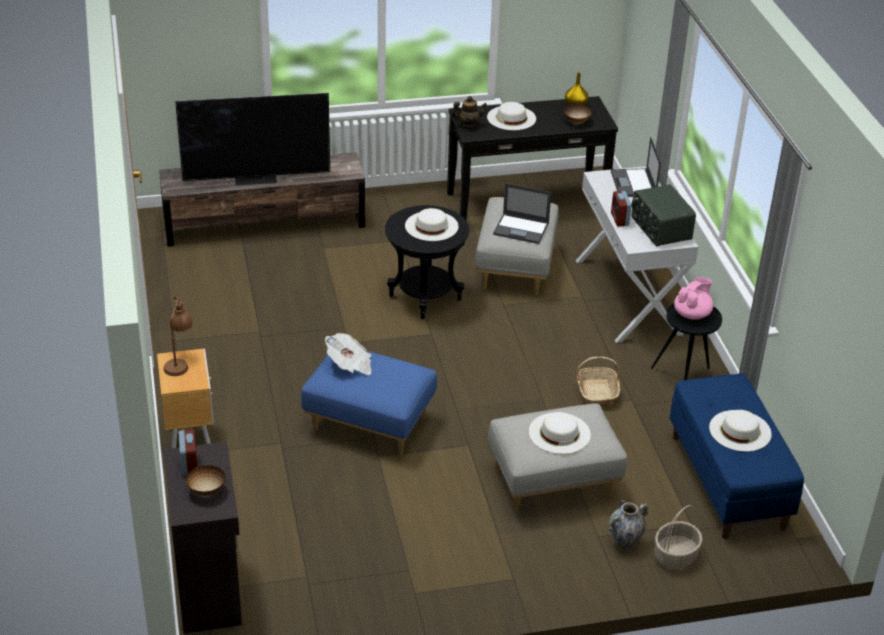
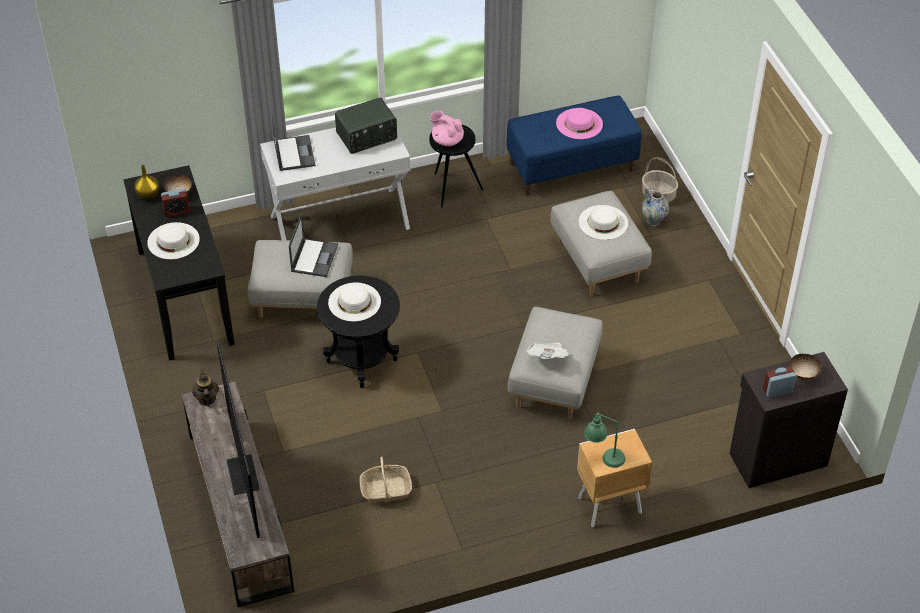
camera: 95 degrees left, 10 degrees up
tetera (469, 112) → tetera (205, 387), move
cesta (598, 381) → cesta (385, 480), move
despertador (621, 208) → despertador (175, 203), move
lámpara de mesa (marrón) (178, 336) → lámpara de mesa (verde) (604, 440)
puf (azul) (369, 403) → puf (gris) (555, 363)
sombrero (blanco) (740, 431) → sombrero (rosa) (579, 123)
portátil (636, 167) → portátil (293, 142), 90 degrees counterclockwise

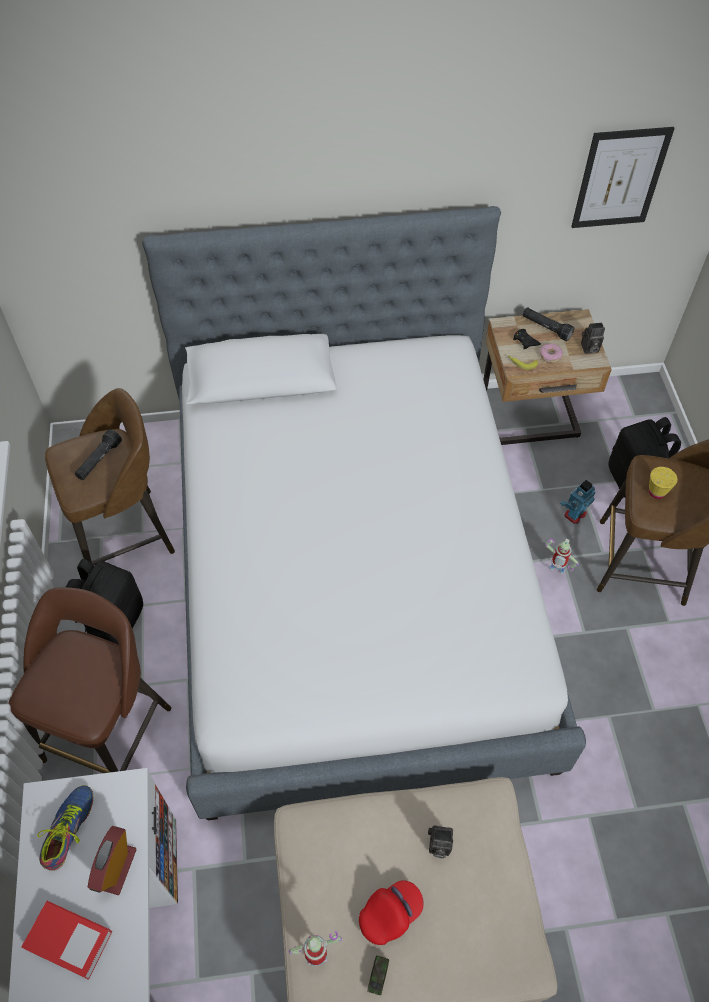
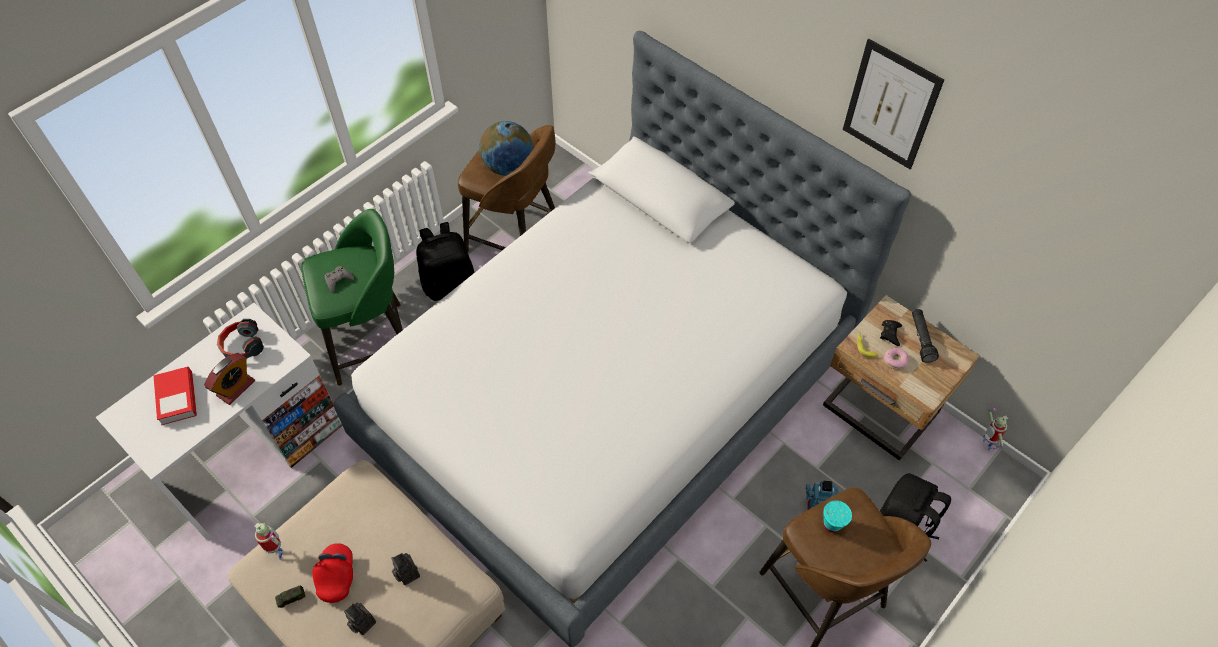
camera: 50 degrees right, 0 degrees up
- → mando de consola (gris) (339, 279)
robot de juguete (562, 556) → robot de juguete (995, 429), move
cuadro (622, 177) → cuadro (893, 104), move
cámara (593, 338) → cámara (360, 619), move
zapato (65, 828) → auriculares (240, 339)
linterna (negro) (98, 454) → globo terráqueo (506, 148)
taburete (marrón) (89, 680) → taburete (verde) (352, 297)
taza (amarillo) (663, 483) → taza (turquesa) (837, 516)
despertador (112, 860) → despertador (229, 379), 150 degrees clockwise
gorra (rojo) (391, 912) → gorra (rojo) (333, 573), 105 degrees counterclockwise

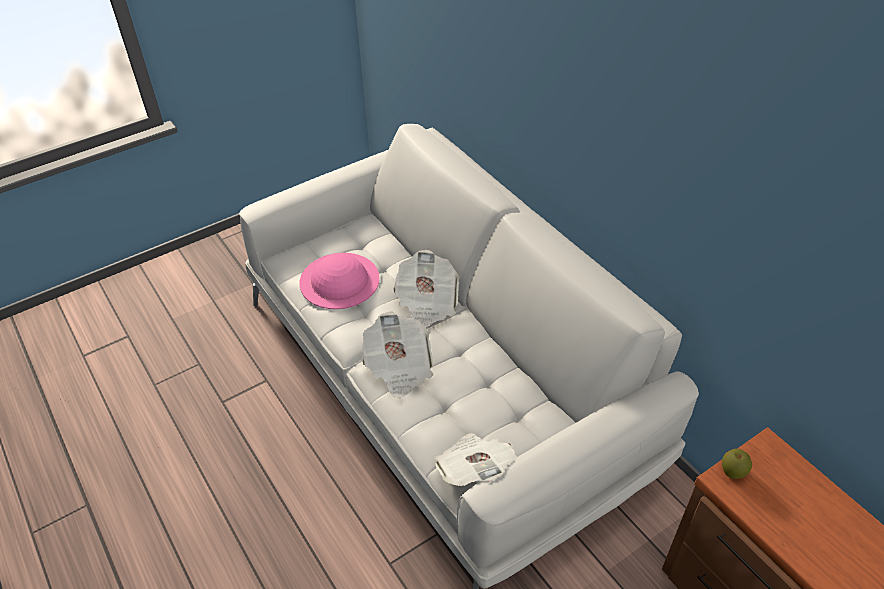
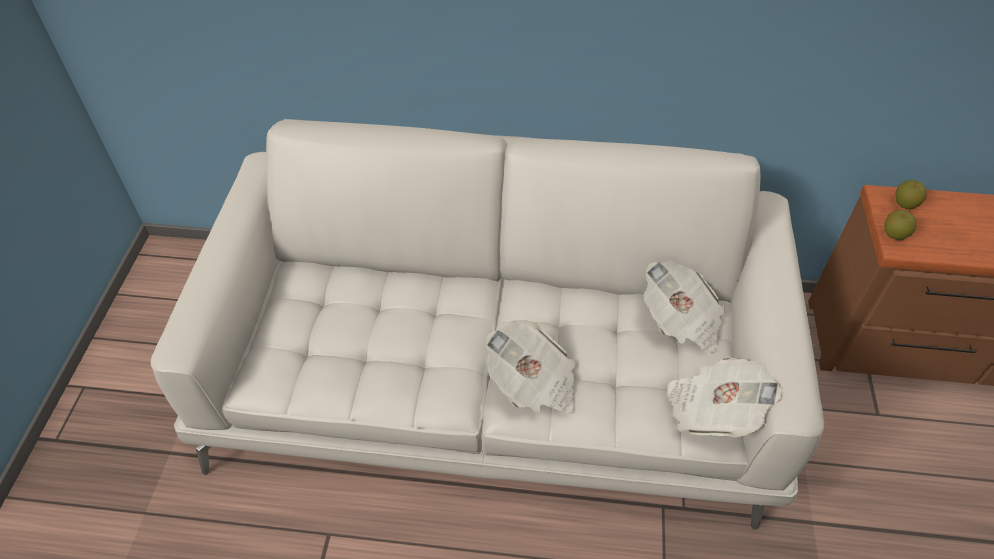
camera: 50 degrees left, 5 degrees up
sombrero (rosa) (340, 281) → -
- → manzana (911, 195)
periódico (426, 288) → periódico (684, 306), move

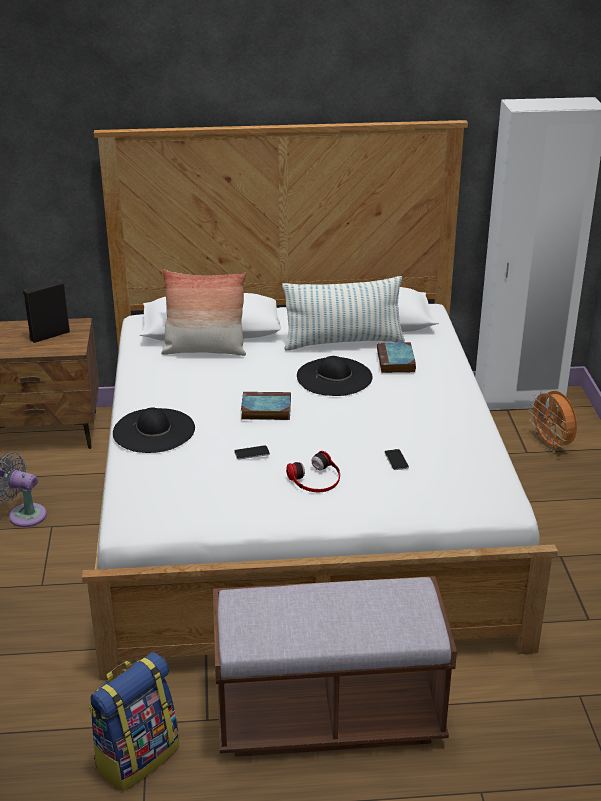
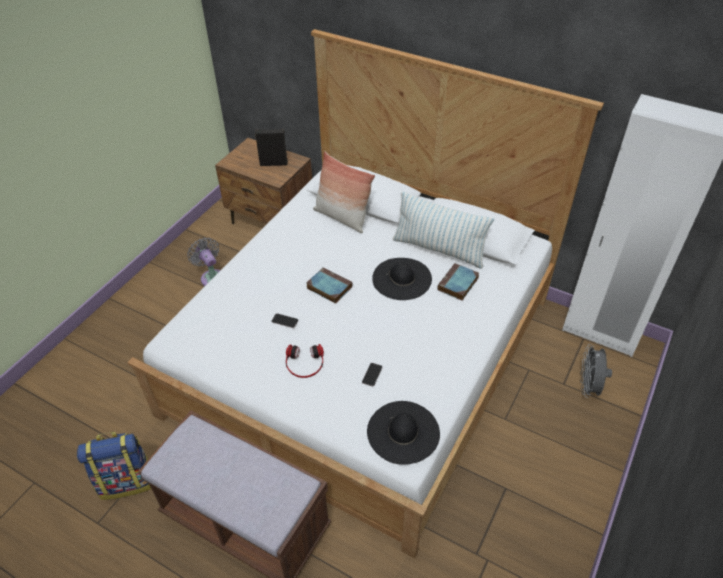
camera: 35 degrees right, 15 degrees up
sombrero (negro) (154, 430) → sombrero (negro) (403, 433), move
ventilador (naranja) (552, 420) → ventilador (gris) (596, 371)

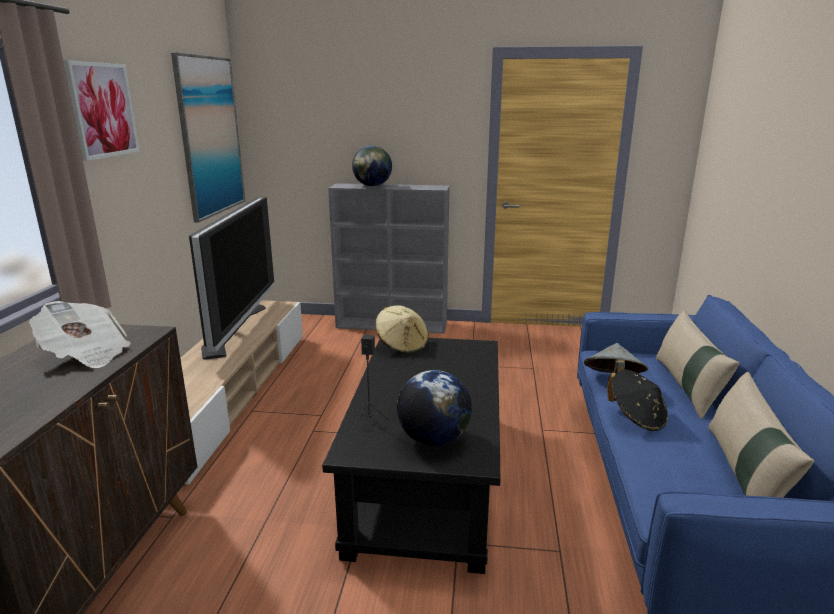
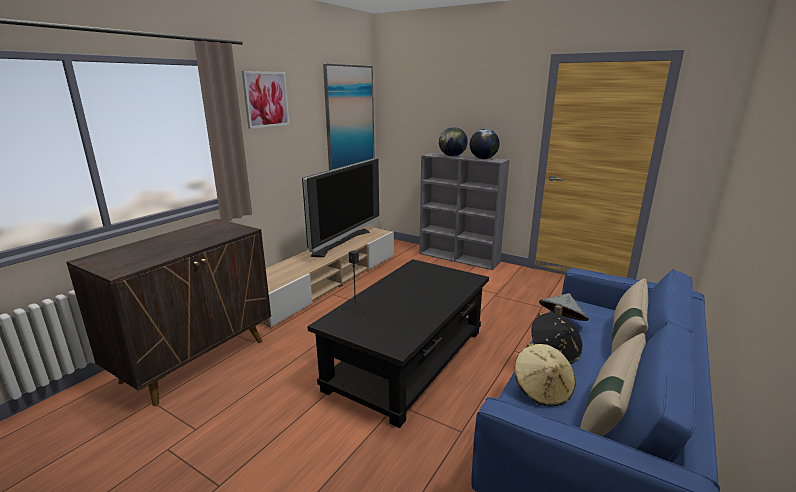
camera: 25 degrees right, 0 degrees up
periódico (80, 334) → -
sombrero (beis) (402, 330) → sombrero (beis) (545, 375), move
globo terráqueo (434, 408) → globo terráqueo (485, 144), move

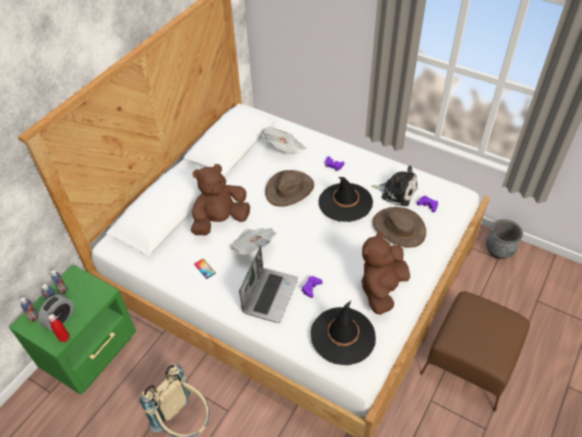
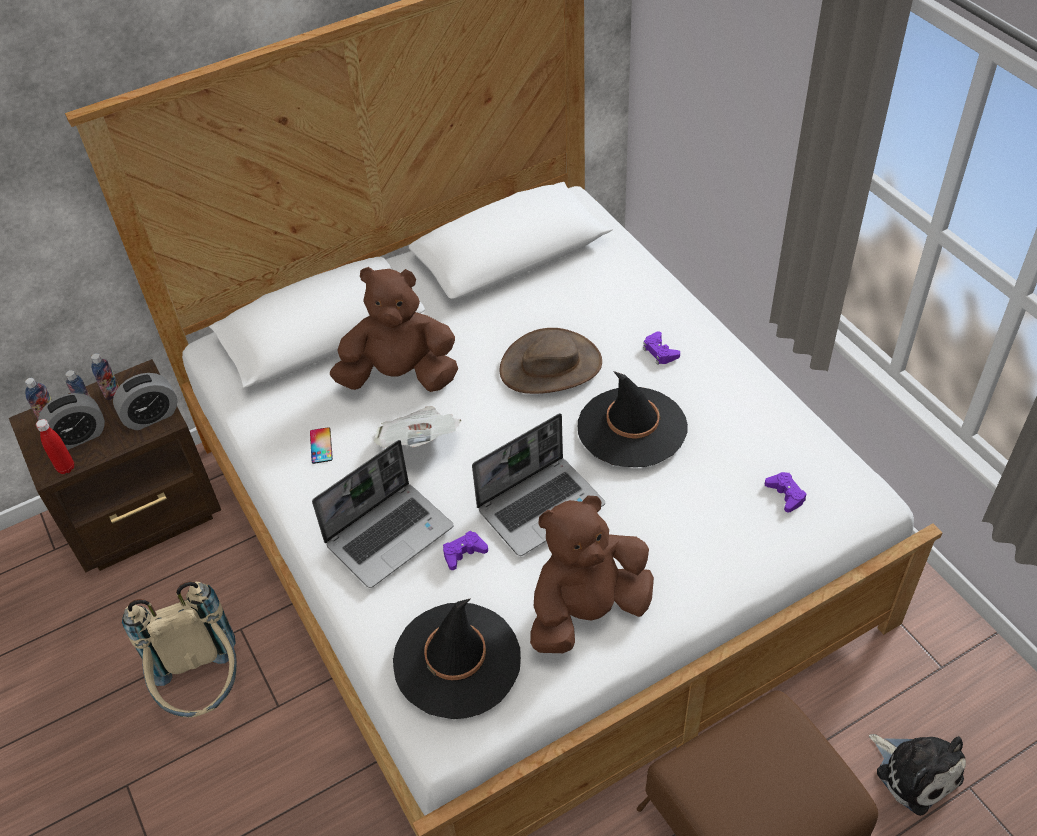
camera: 30 degrees right, 0 degrees up
periódico (284, 140) → -
sombrero (marrón) (399, 227) → -
maceta (gris) (504, 239) → -
- → despertador (145, 401)
- → portátil (538, 484)
peluche (395, 186) → peluche (917, 775), move
mesita de noche (verde) (72, 329) → mesita de noche (marrón) (115, 465)

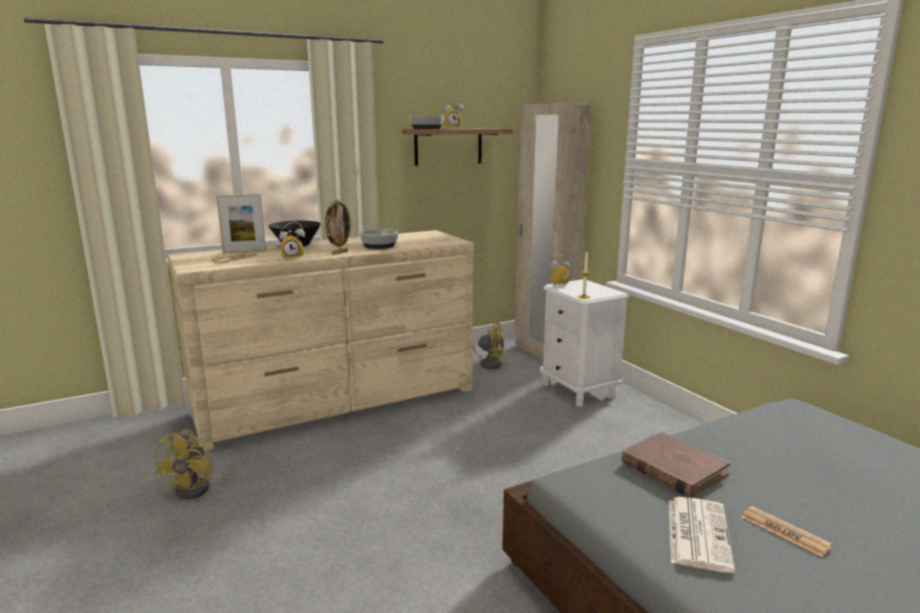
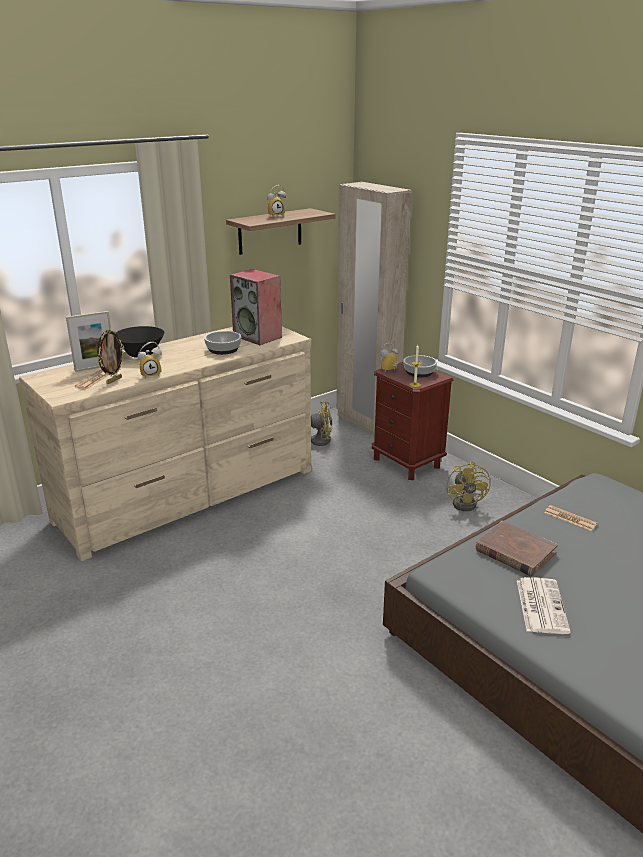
camera: 10 degrees left, 10 degrees up
- → altavoz (256, 307)
ventilador (amarillo) (199, 464) → ventilador (amarillo) (469, 486), move
portarretratos (338, 227) → portarretratos (110, 356), move
cuenco (426, 122) → cuenco (420, 366), move
periódico (786, 531) → periódico (570, 518), move
mesita de noche (blanco) (584, 343) → mesita de noche (marrón) (412, 421)

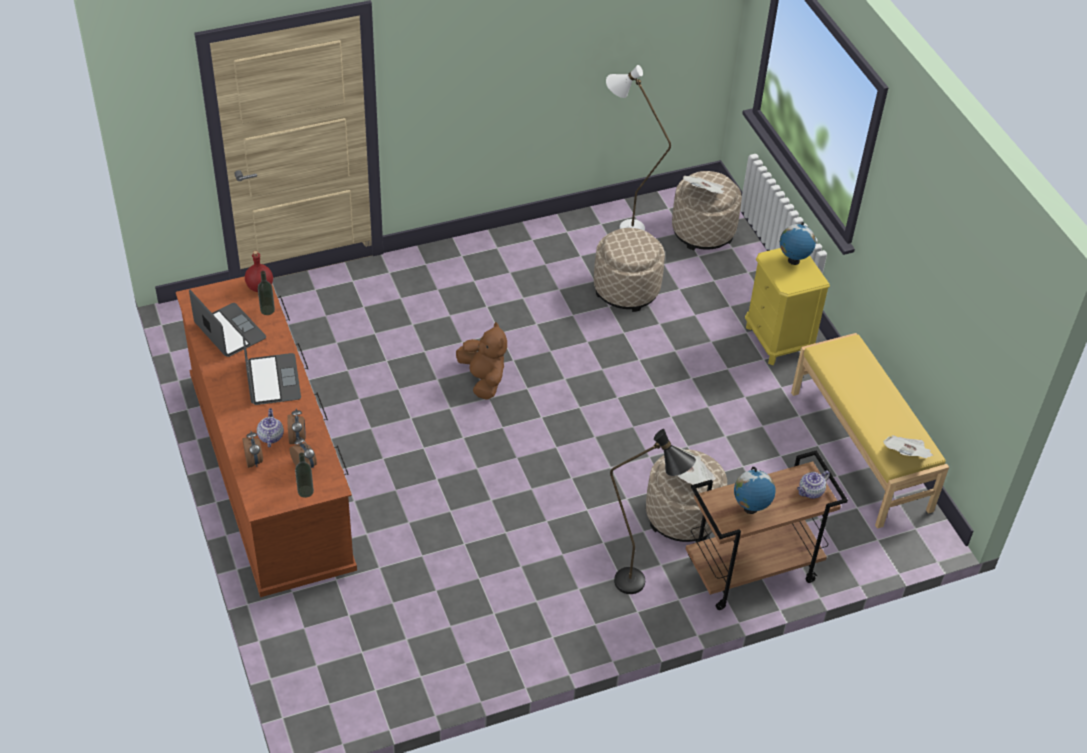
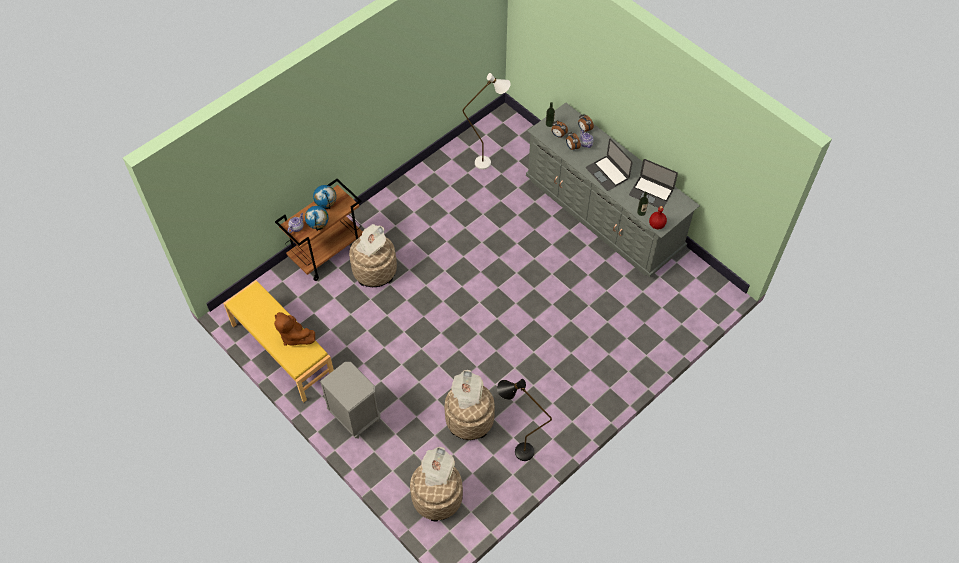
camera: 160 degrees right, 10 degrees up
peluche (marrón) (481, 361) → peluche (marrón) (294, 329), move
lámpara de pie (blanco) (638, 148) → lámpara de pie (blanco) (487, 121), move
lámpara de pie (negro) (653, 511) → lámpara de pie (negro) (524, 420), move
globo terráqueo (798, 243) → globo terráqueo (317, 218), move
periódico (908, 446) → periódico (467, 389), move
cómoda (marrón) (266, 436) → cómoda (gris) (613, 190)
mesita de noche (amarillo) (787, 306) → mesita de noche (gris) (349, 400)

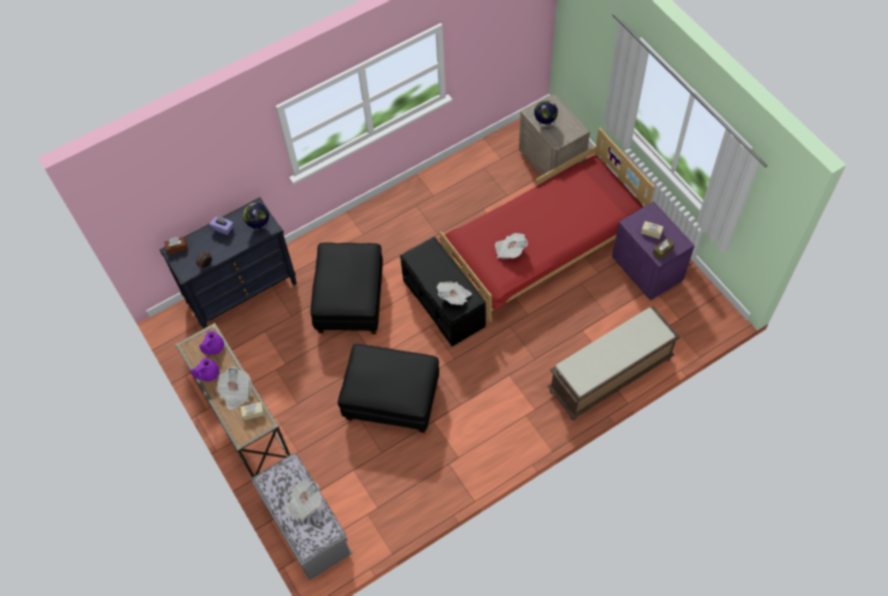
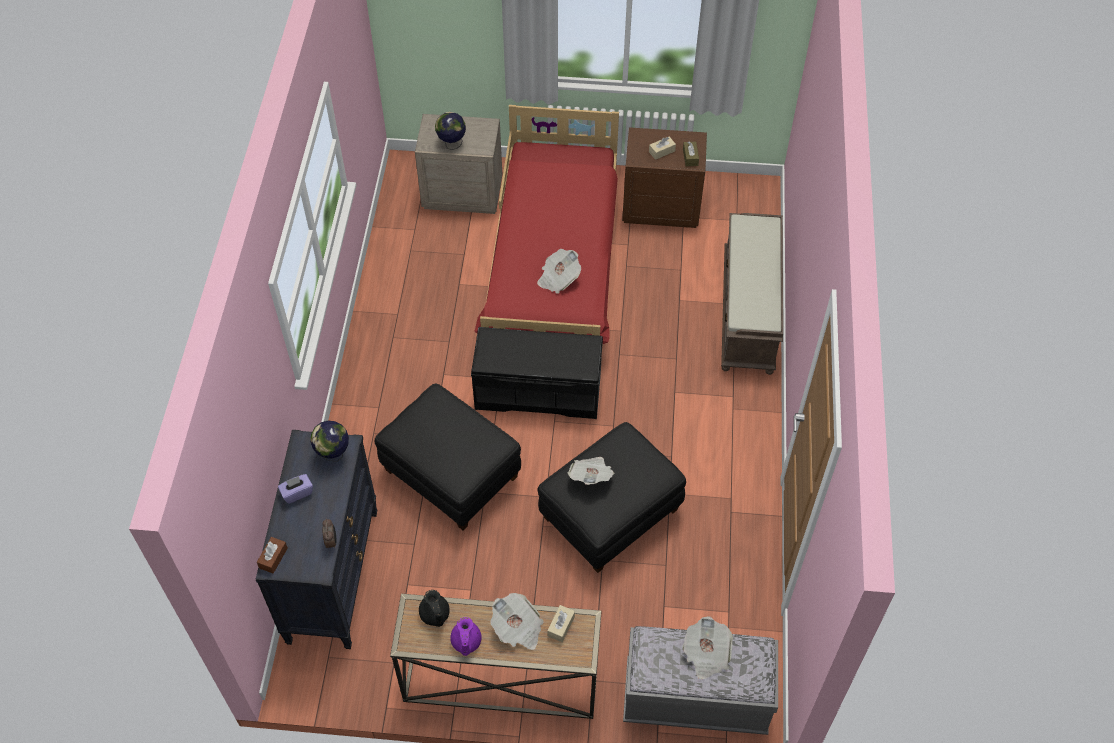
camera: 55 degrees left, 5 degrees down
periódico (454, 293) → periódico (591, 471), move
tetera (morado) (211, 343) → tetera (negro) (434, 608)
mesita de noche (morado) (653, 251) → mesita de noche (marrón) (664, 177)

